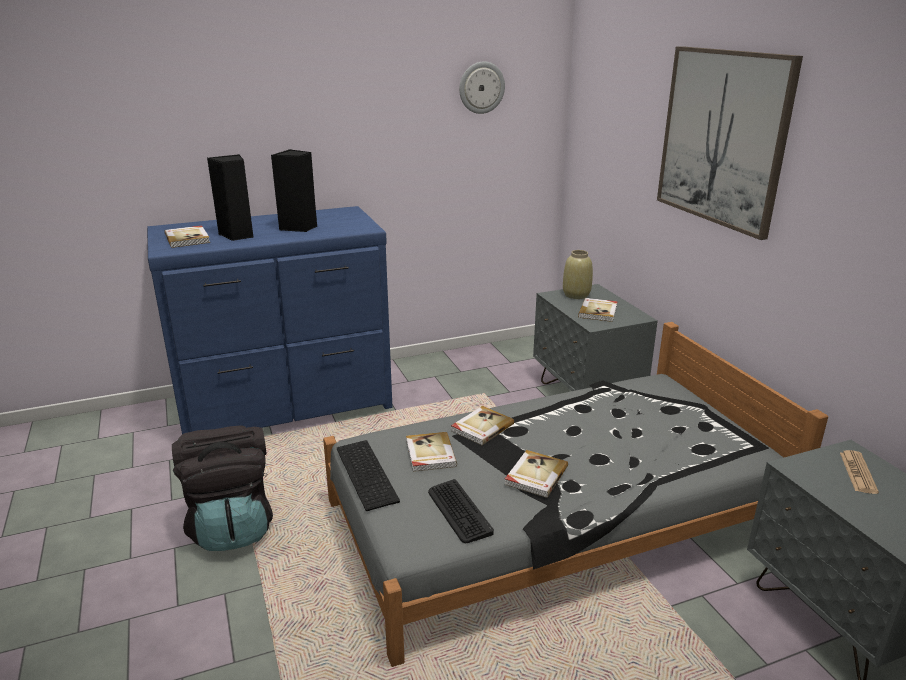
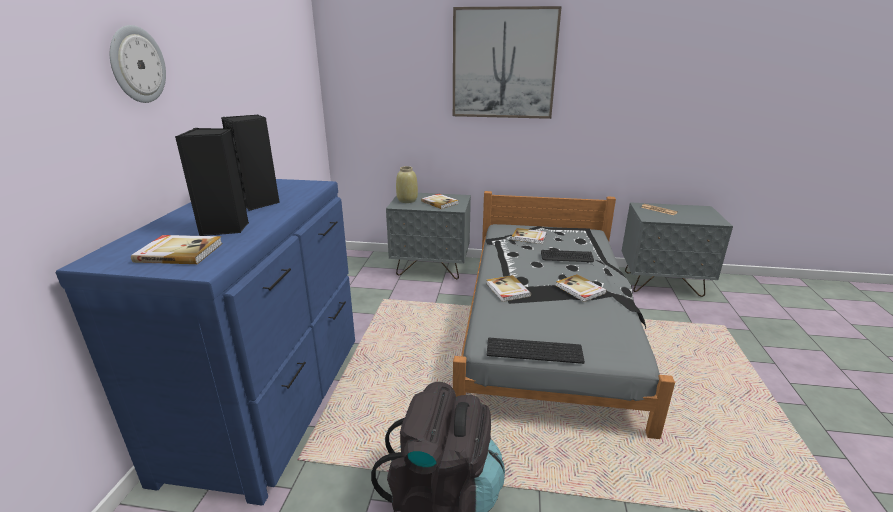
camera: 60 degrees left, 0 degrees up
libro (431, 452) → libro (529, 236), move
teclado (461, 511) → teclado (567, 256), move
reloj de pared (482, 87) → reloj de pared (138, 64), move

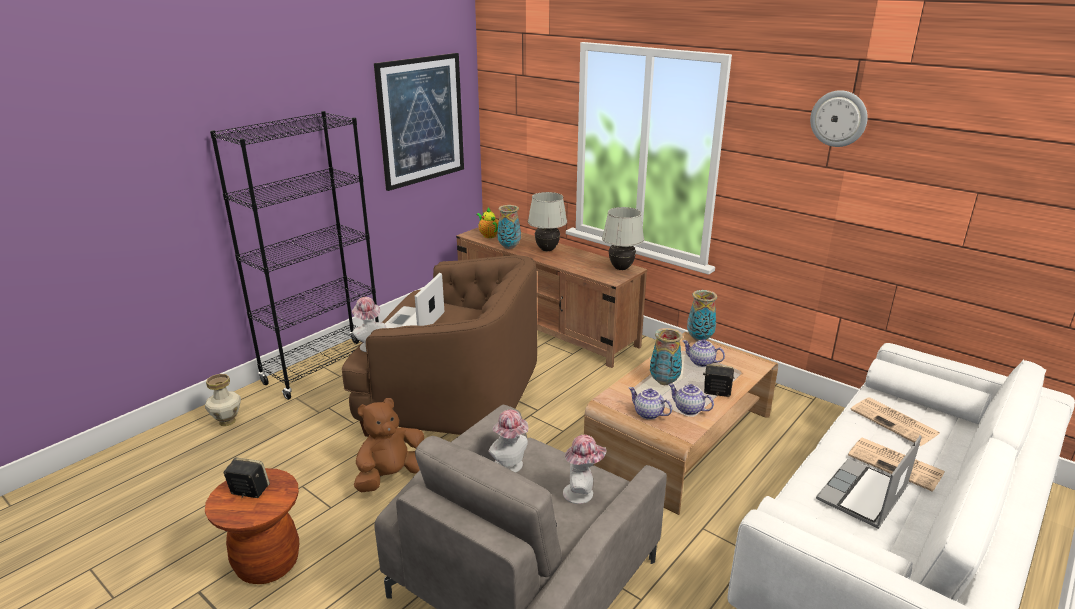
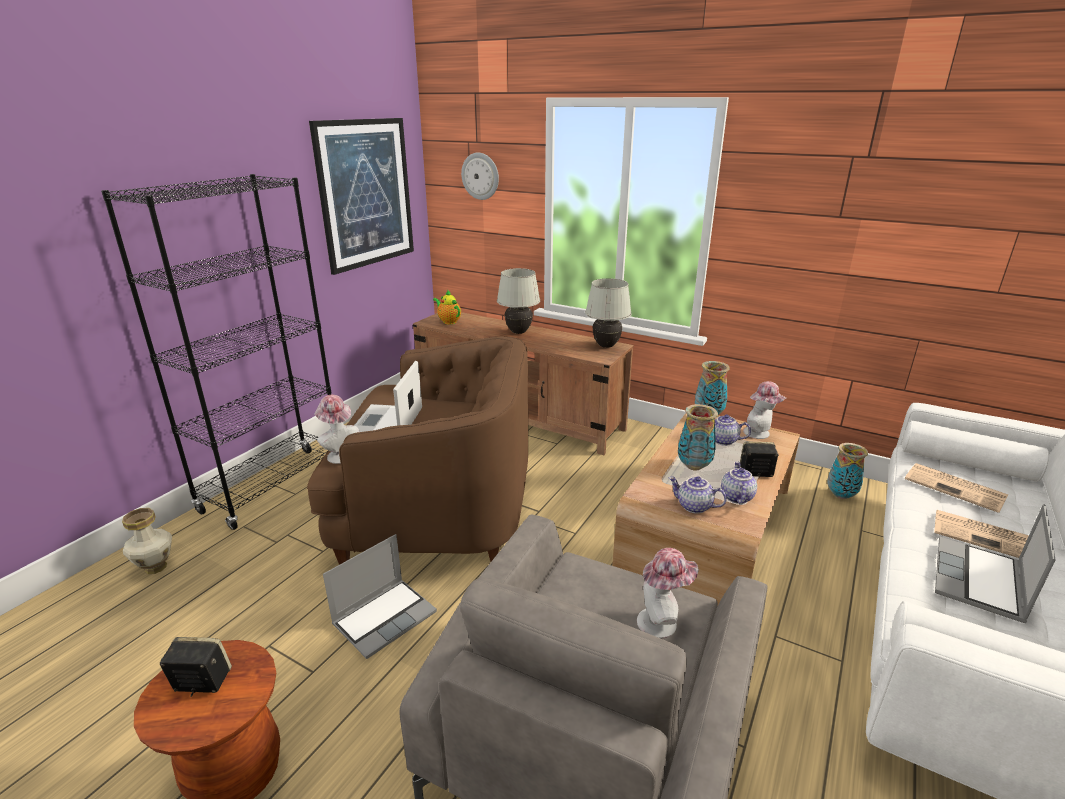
camera: 10 degrees left, 0 degrees up
sombrero (508, 441) → sombrero (764, 410), move
florero (509, 227) → florero (847, 471), move
reloj de pared (839, 118) → reloj de pared (480, 176), move
peluche (marrón) (389, 445) → portátil (380, 596)
tetera (691, 399) → tetera (739, 483), 75 degrees clockwise

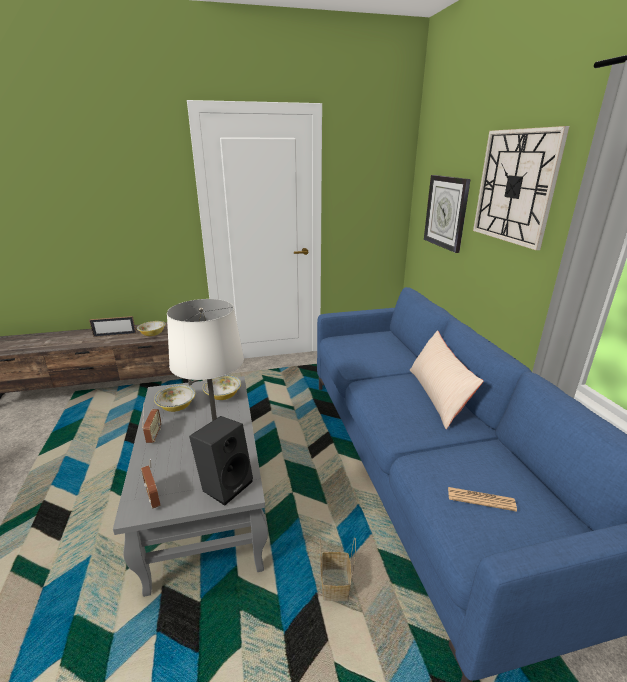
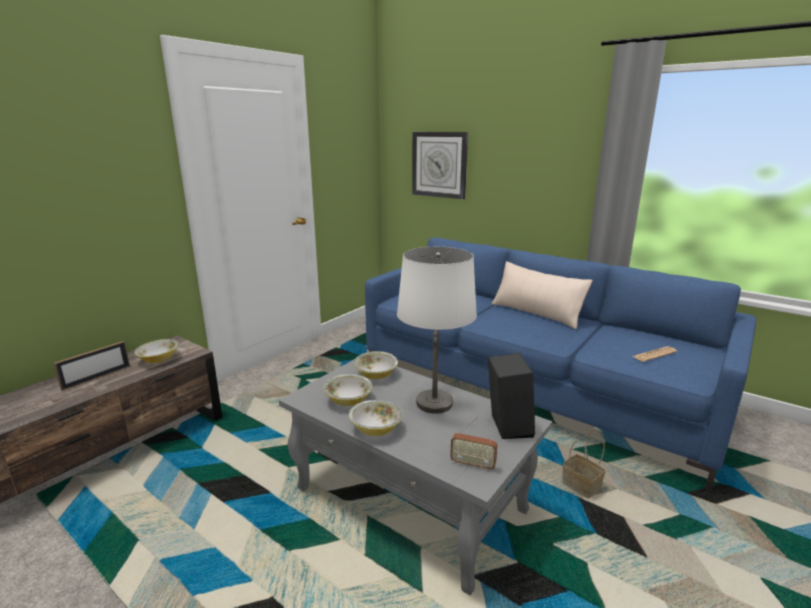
camera: 40 degrees left, 5 degrees down
reloj de pared (521, 188) → -
radio (151, 422) → cuenco (376, 418)

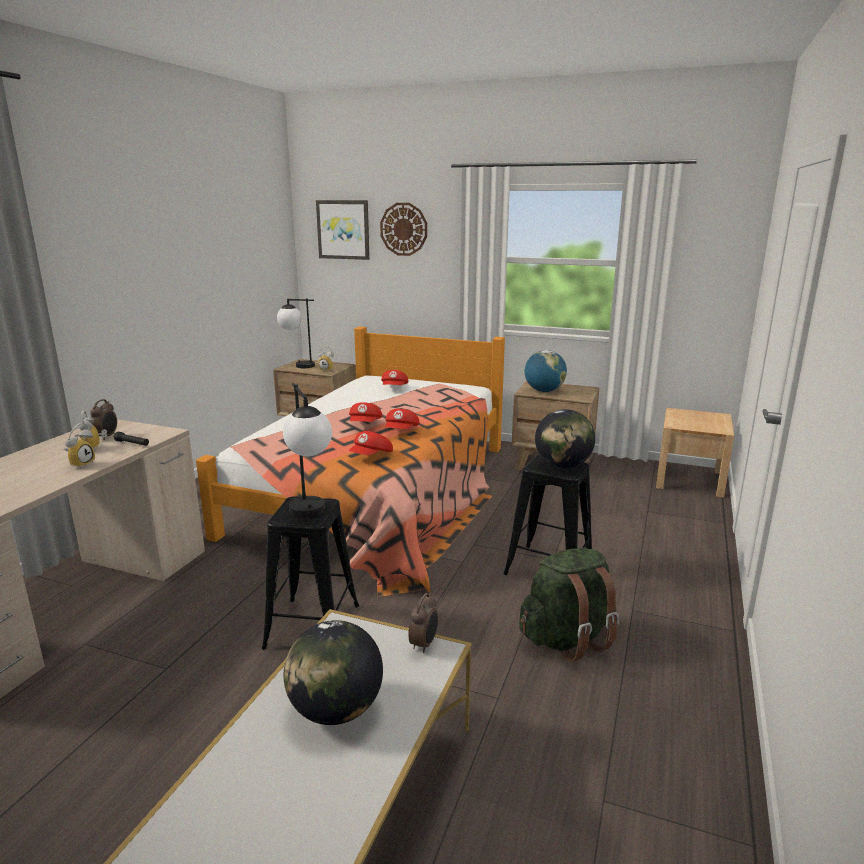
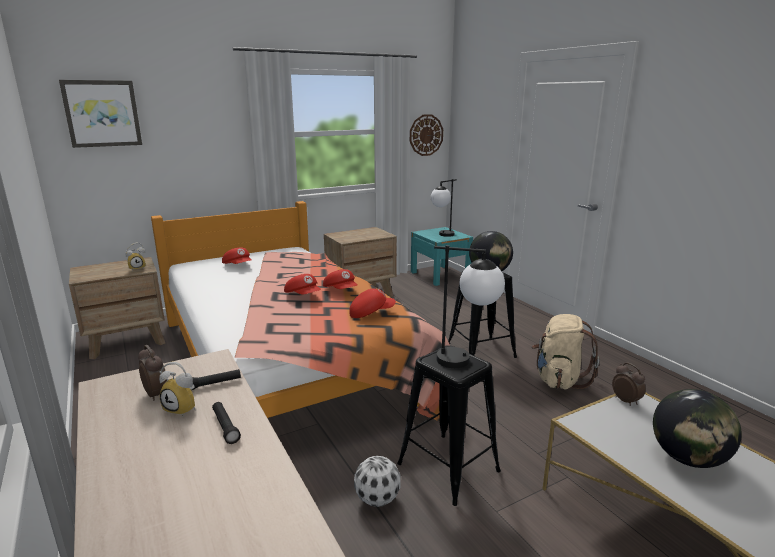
camera: 50 degrees left, 0 degrees up
globo terráqueo (546, 371) → -
- → balón de fútbol (377, 481)
lámpara de mesa (296, 333) → lámpara de mesa (444, 208), move
reloj de pared (403, 229) → reloj de pared (426, 135), move
despertador (79, 446) → linterna (negro) (226, 423)
mochila (verde) (569, 605) → mochila (beis) (566, 351)
mesita de noche (beis) (695, 453) → mesita de noche (turquesa) (442, 256)
gorra (rojo) (370, 443) → gorra (rojo) (372, 303), 90 degrees counterclockwise

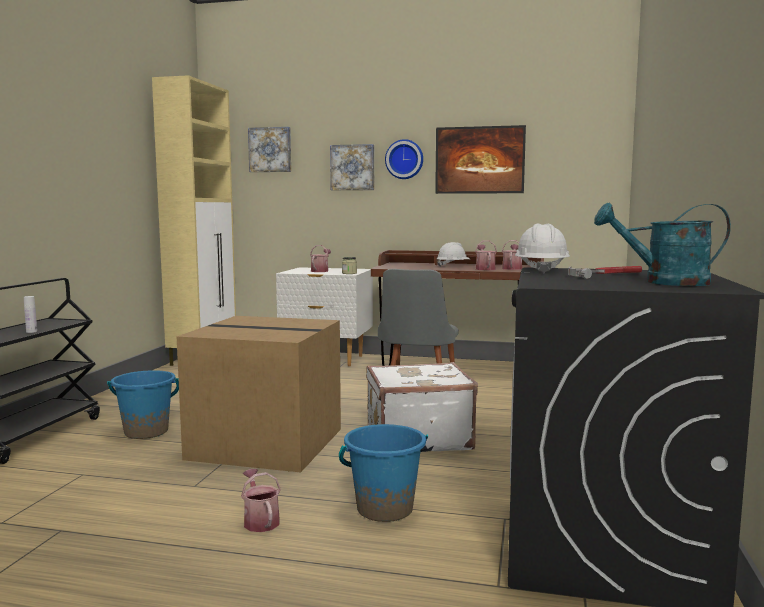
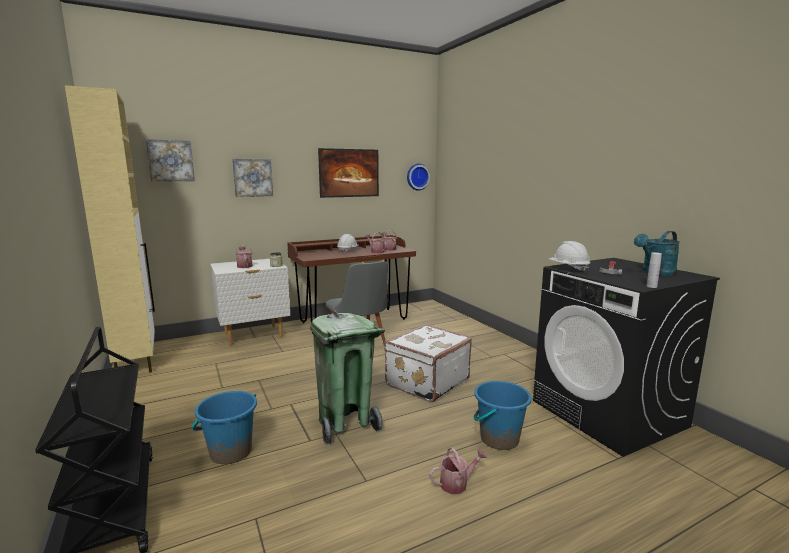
camera: 40 degrees left, 5 degrees up
botella (blanco) (30, 314) → botella (blanco) (654, 270), move
reloj de pared (404, 159) → reloj de pared (418, 177), move
caja de cartón (259, 394) → papelera (verde) (347, 378)
regadera (261, 500) → regadera (458, 471), 135 degrees clockwise

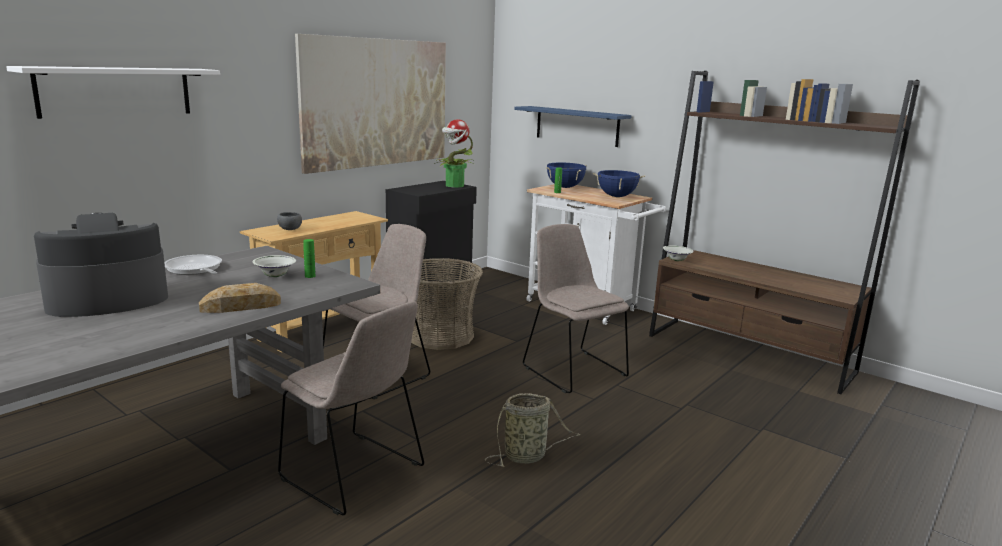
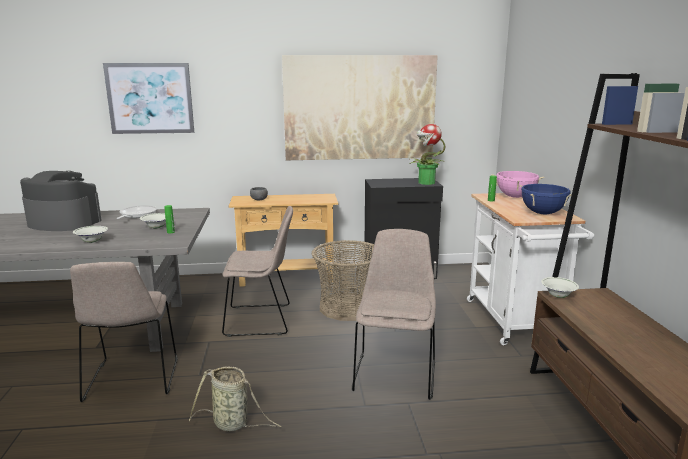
camera: 45 degrees right, 0 degrees up
estante (azul) (573, 126) → -
estante (blanco) (113, 92) → cuadro (148, 98)
pan (240, 298) → cuenco (blanco) (90, 234)
olla (azul) (566, 175) → olla (rosa) (517, 184)

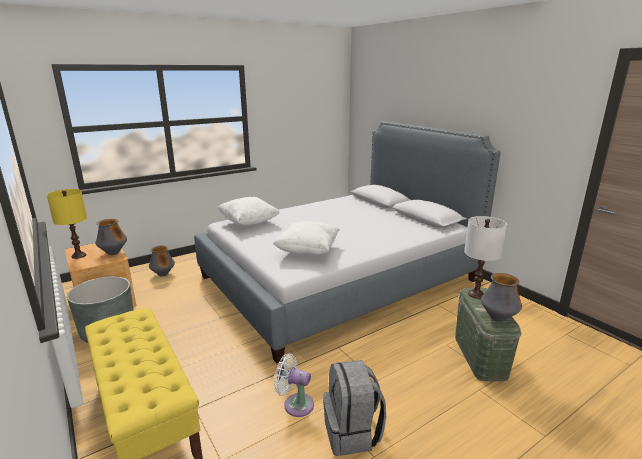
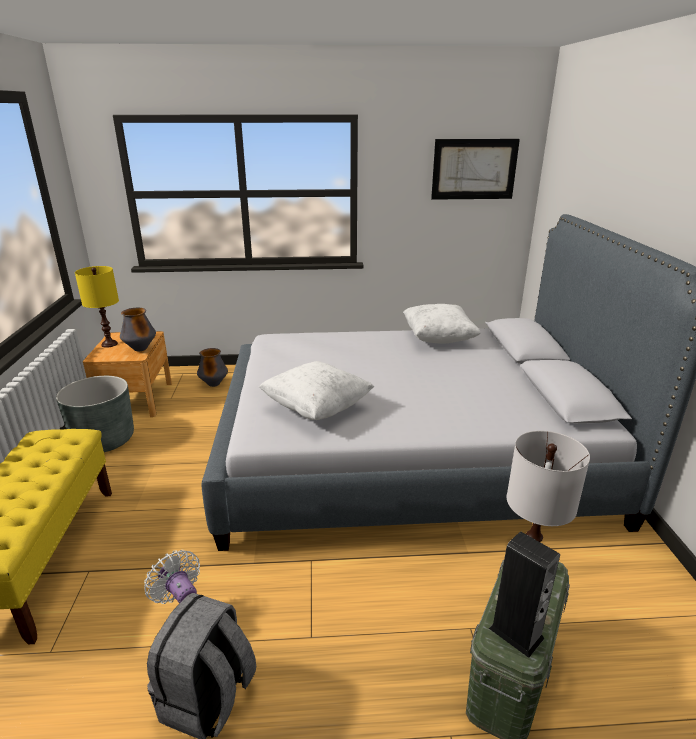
camera: 30 degrees right, 5 degrees up
- → cuadro (475, 169)
cojín (blanco) (248, 211) → cojín (blanco) (442, 323), move
florero (501, 297) → altavoz (524, 594)

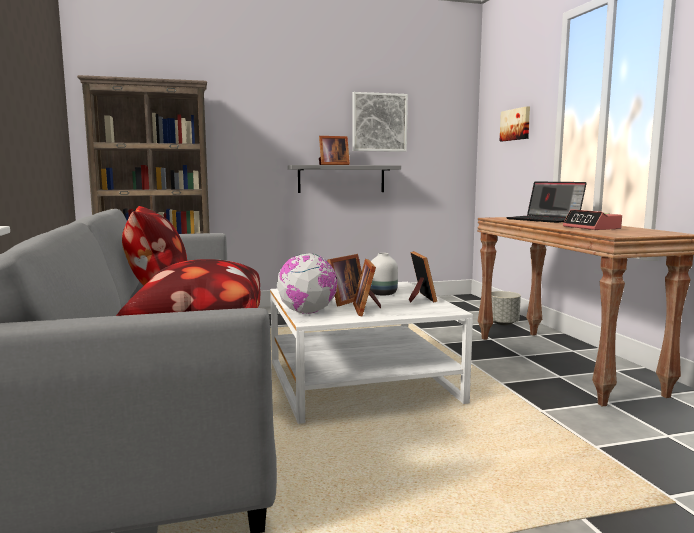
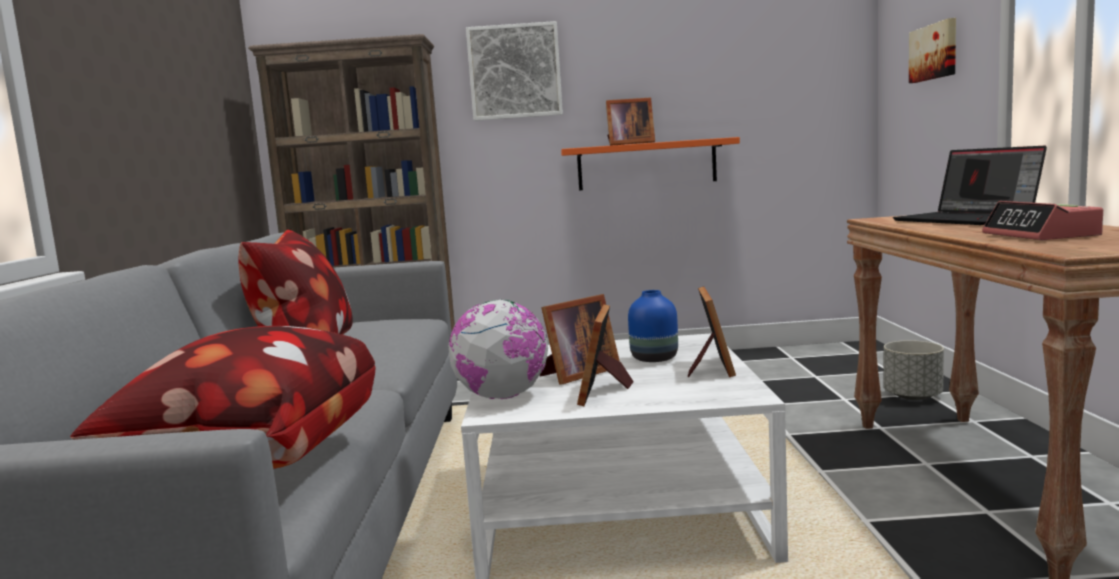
camera: 15 degrees right, 0 degrees up
cuadro (380, 122) → cuadro (514, 71), move
estante (gris) (344, 179) → estante (naranja) (650, 163)
florero (blanco) (384, 274) → florero (azul) (653, 326)

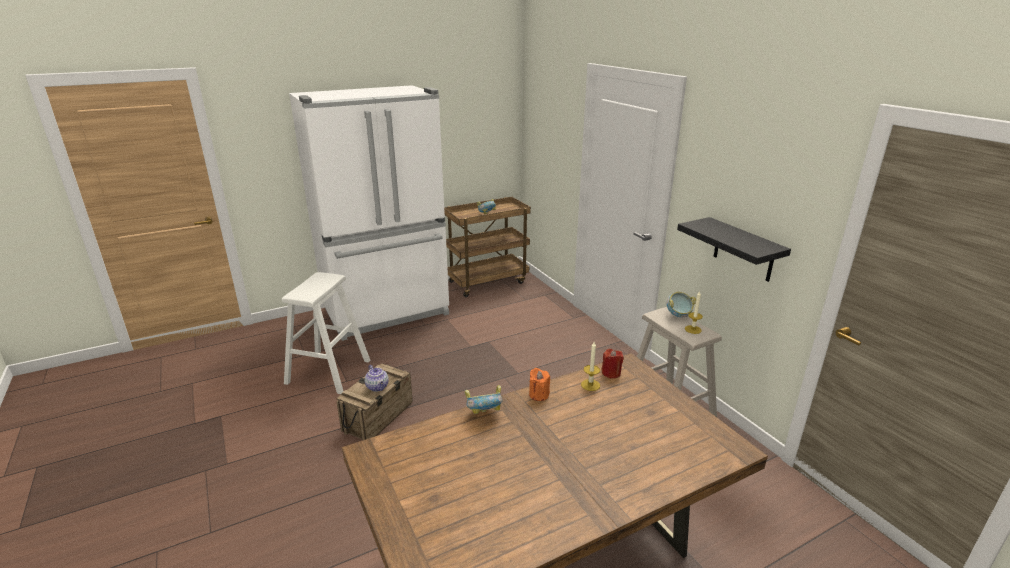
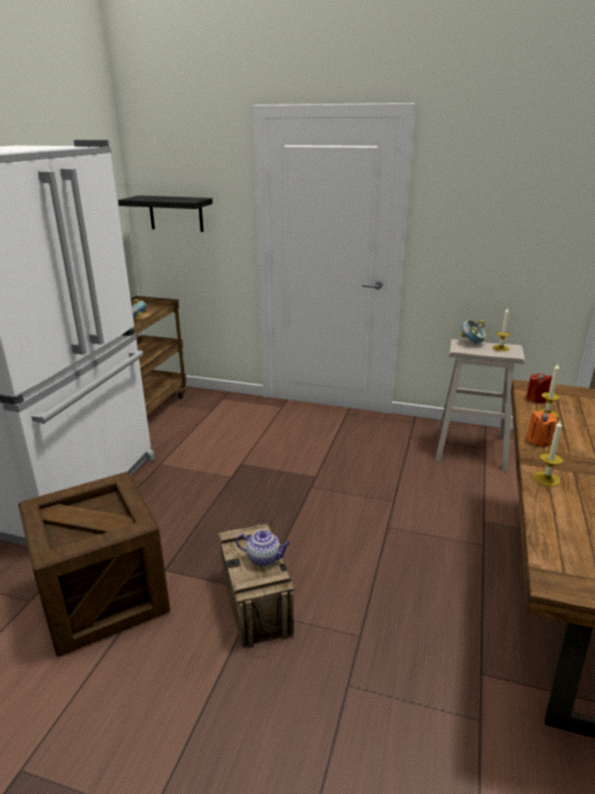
camera: 45 degrees left, 0 degrees up
estante (negro) (734, 249) → estante (negro) (165, 213), move
taburete (blanco) (326, 333) → caja de embalaje (94, 564)
cuenco (483, 399) → vela (548, 454)

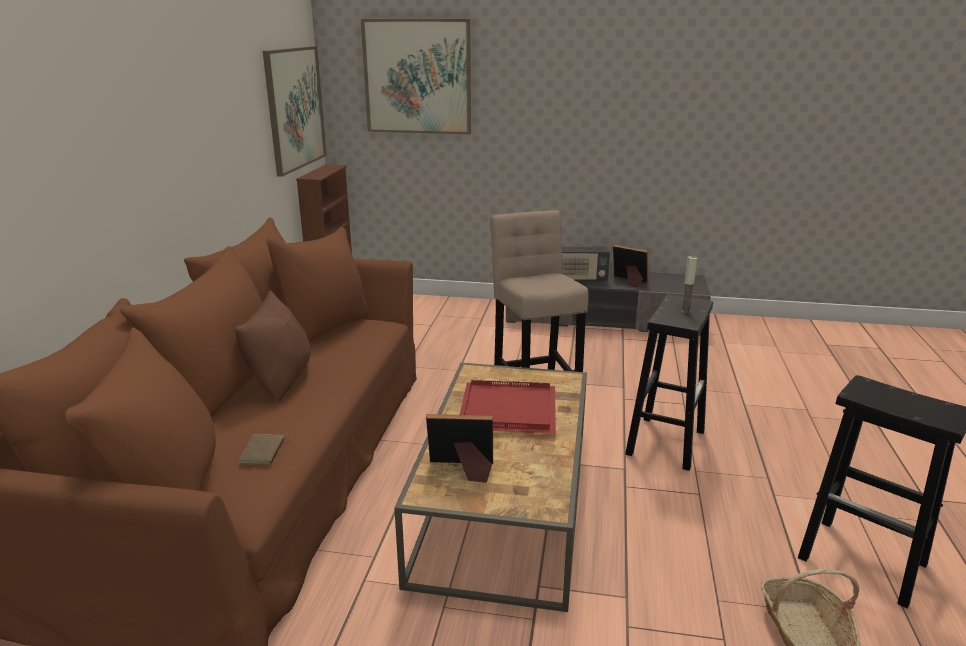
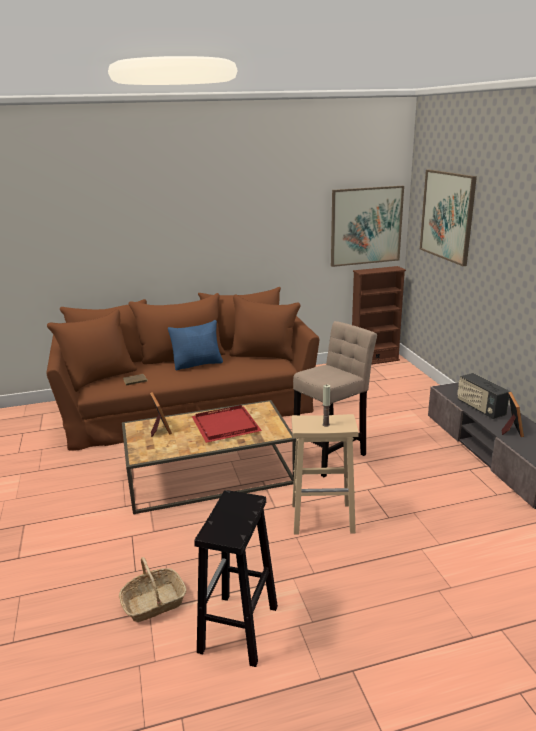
camera: 65 degrees right, 0 degrees up
cojín (marrón) (273, 346) → cojín (azul) (195, 345)
taburete (negro) (669, 382) → taburete (beis) (325, 474)

